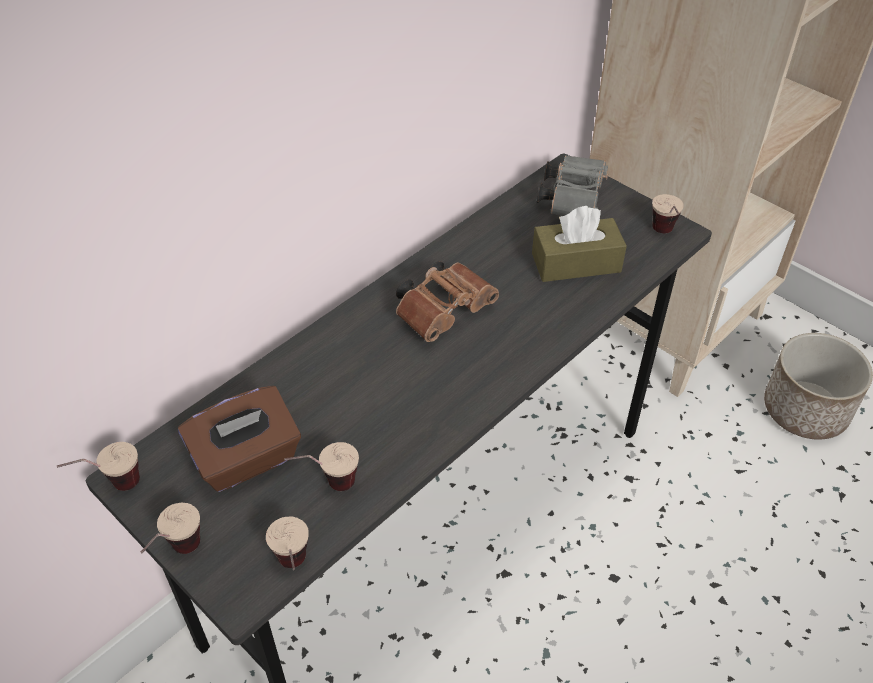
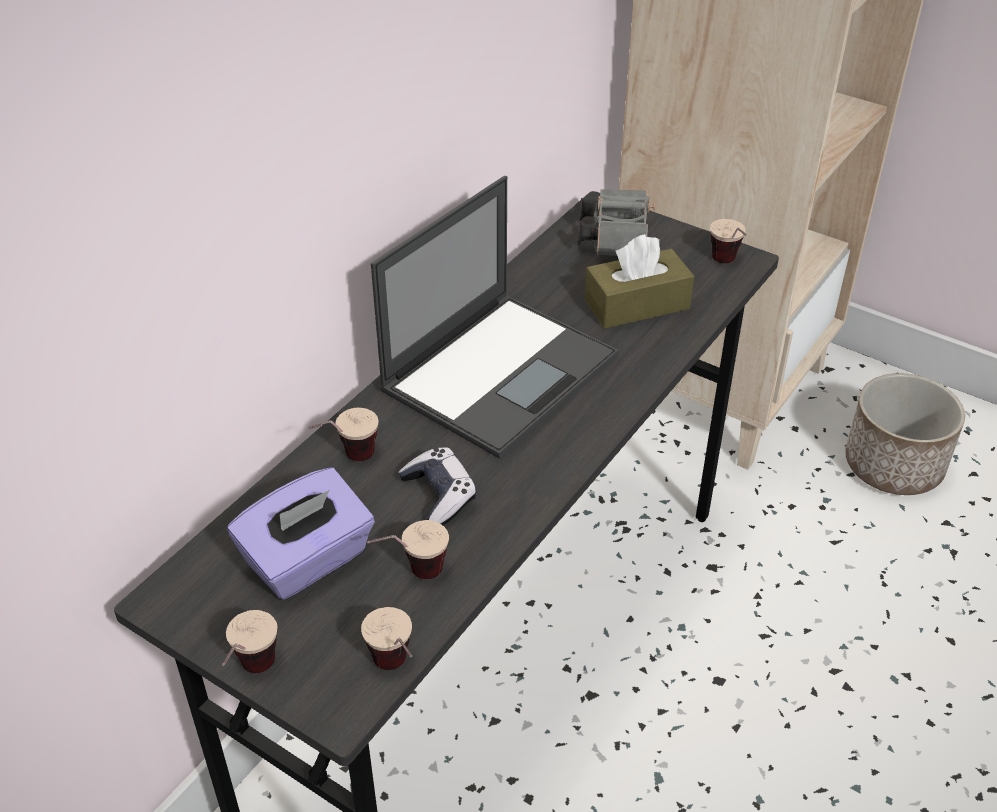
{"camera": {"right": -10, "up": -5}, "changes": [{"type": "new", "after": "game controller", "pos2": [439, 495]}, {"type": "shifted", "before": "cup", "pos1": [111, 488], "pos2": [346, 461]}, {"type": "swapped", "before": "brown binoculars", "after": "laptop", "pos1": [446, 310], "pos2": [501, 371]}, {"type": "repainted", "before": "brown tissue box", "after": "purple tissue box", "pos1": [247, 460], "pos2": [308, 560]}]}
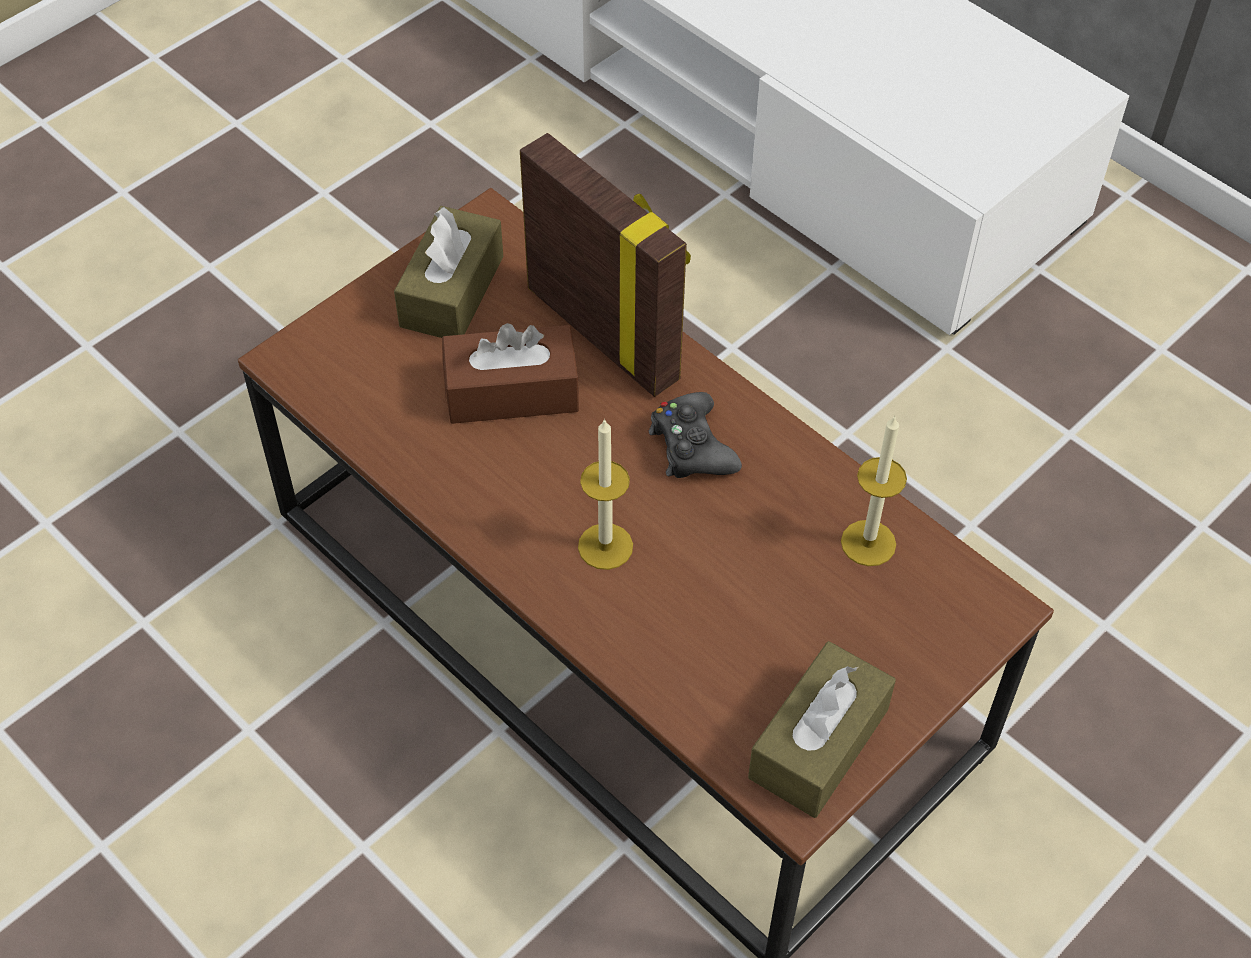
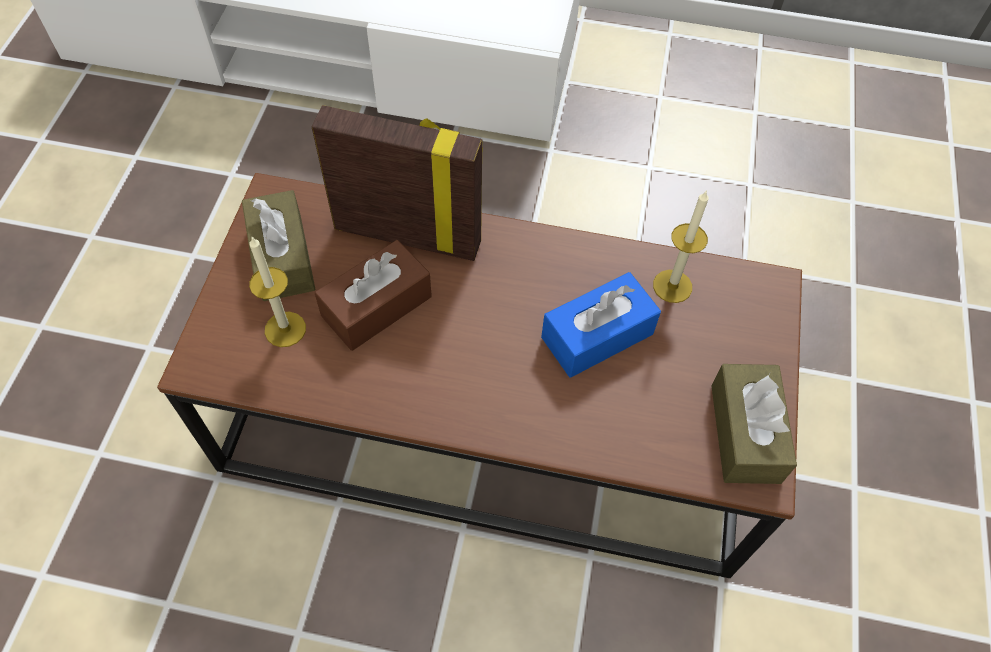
{"camera": {"right": -35, "up": 5}, "changes": [{"type": "gone", "before": "black game controller", "pos1": [692, 446]}, {"type": "new", "after": "blue tissue box", "pos2": [597, 335]}, {"type": "shifted", "before": "candle", "pos1": [605, 546], "pos2": [285, 329]}]}
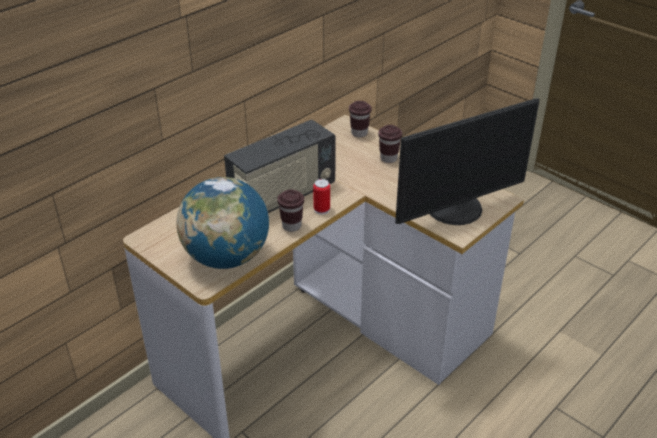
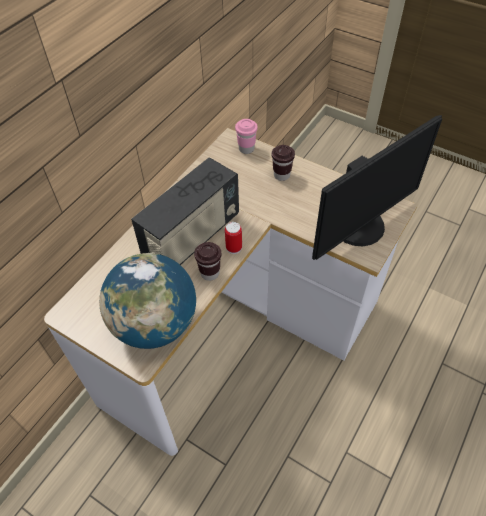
{"camera": {"right": -10, "up": 15}, "changes": [{"type": "repainted", "before": "brown cup", "after": "pink cup", "pos1": [359, 133], "pos2": [246, 149]}]}
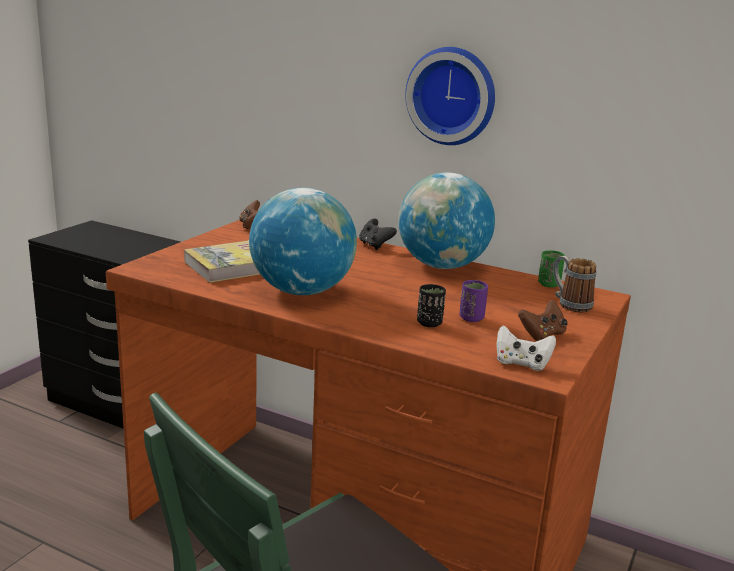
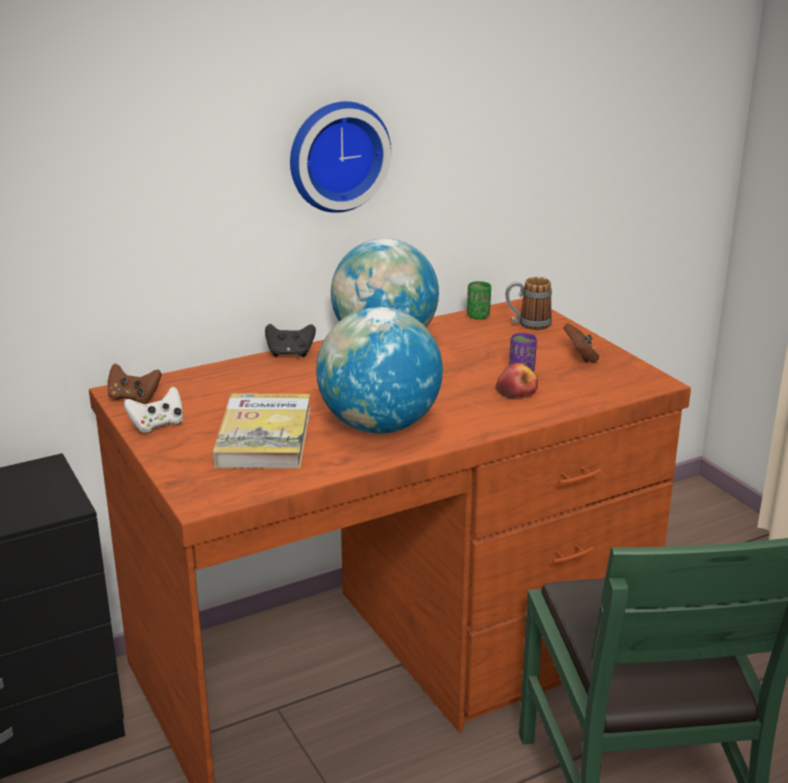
{"camera": {"right": -55, "up": 5}, "changes": [{"type": "shifted", "before": "white game controller", "pos1": [521, 364], "pos2": [157, 425]}, {"type": "swapped", "before": "black cup", "after": "apple", "pos1": [429, 323], "pos2": [516, 392]}]}
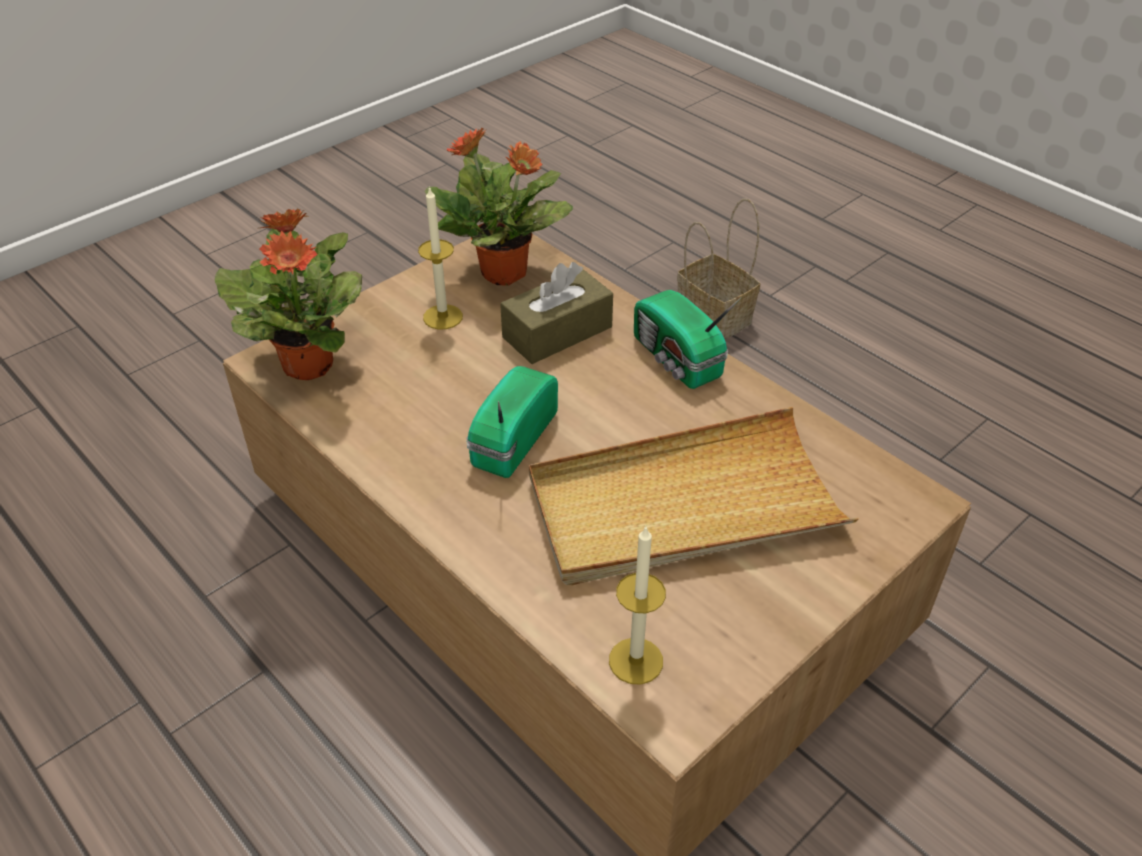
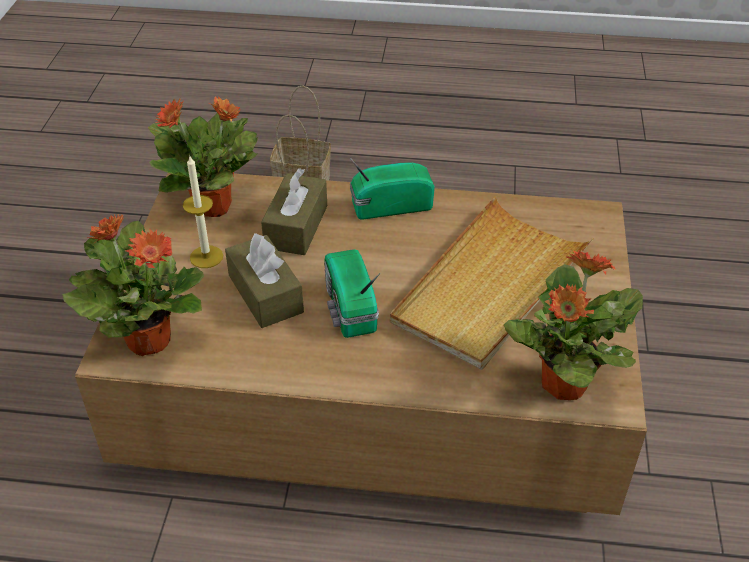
{"camera": {"right": -40, "up": 0}, "changes": [{"type": "new", "after": "brown tissue box", "pos2": [265, 294]}, {"type": "swapped", "before": "candle", "after": "potted plant", "pos1": [636, 661], "pos2": [562, 385]}, {"type": "rotated", "before": "radio", "pos1": [676, 360], "pos2": [389, 205], "turn": 150}]}
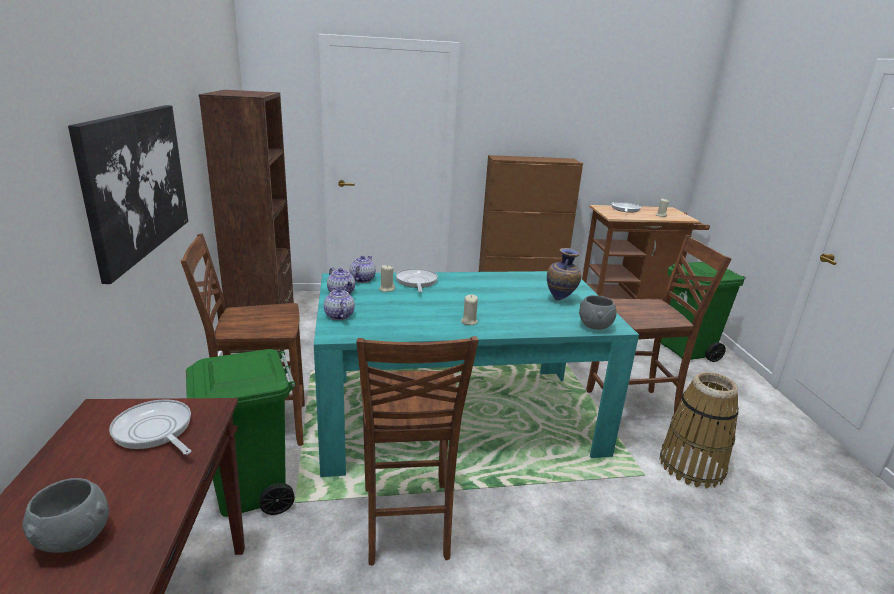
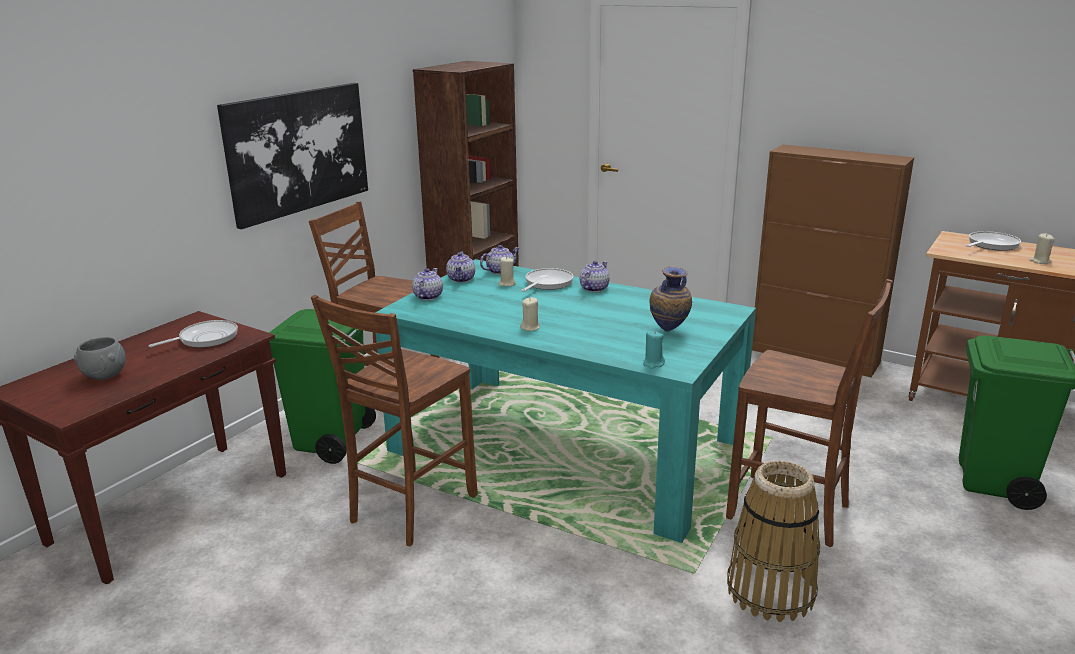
{"camera": {"right": 40, "up": 0}, "changes": [{"type": "new", "after": "teapot", "pos2": [594, 288]}, {"type": "swapped", "before": "grey bowl", "after": "turquoise candle", "pos1": [594, 327], "pos2": [653, 364]}, {"type": "rotated", "before": "frying pan", "pos1": [155, 431], "pos2": [205, 339], "turn": 60}]}
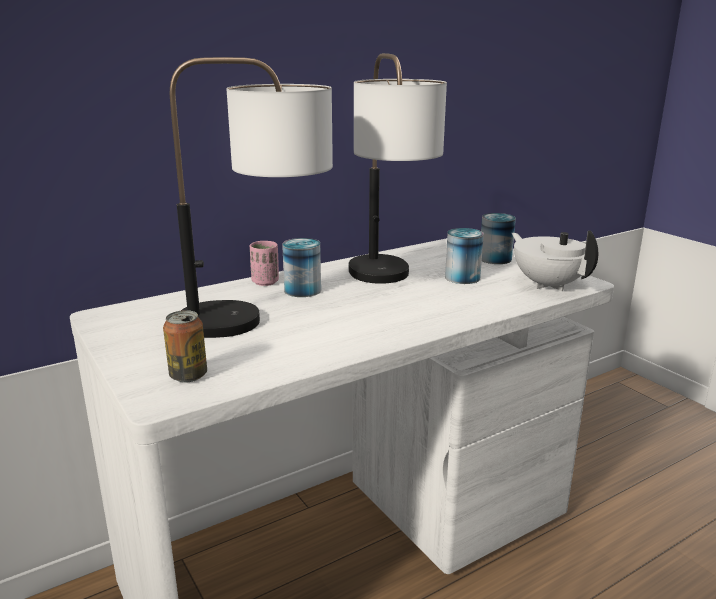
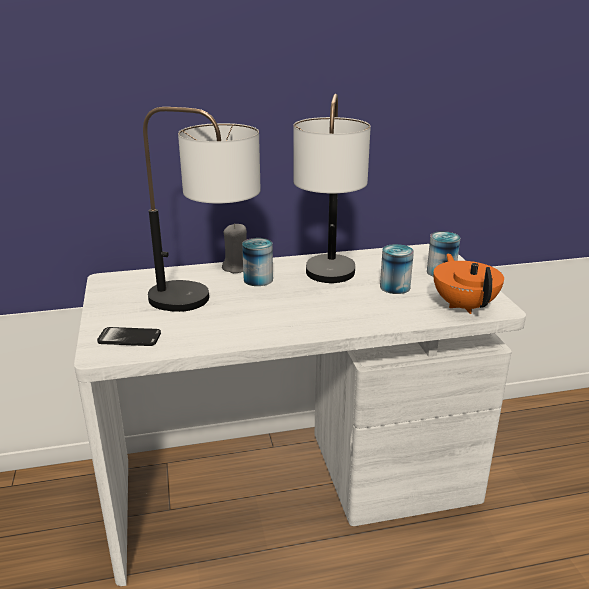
{"camera": {"right": 20, "up": 5}, "changes": [{"type": "swapped", "before": "can", "after": "phone", "pos1": [188, 375], "pos2": [129, 338]}, {"type": "swapped", "before": "pink cup", "after": "grey candle", "pos1": [265, 282], "pos2": [236, 268]}, {"type": "repainted", "before": "white teapot", "after": "orange teapot", "pos1": [548, 285], "pos2": [464, 305]}]}
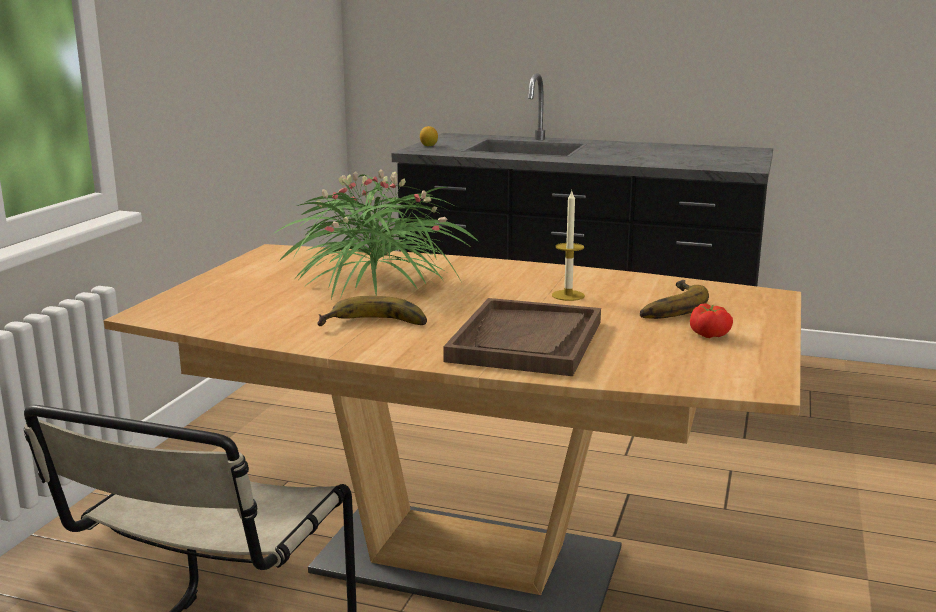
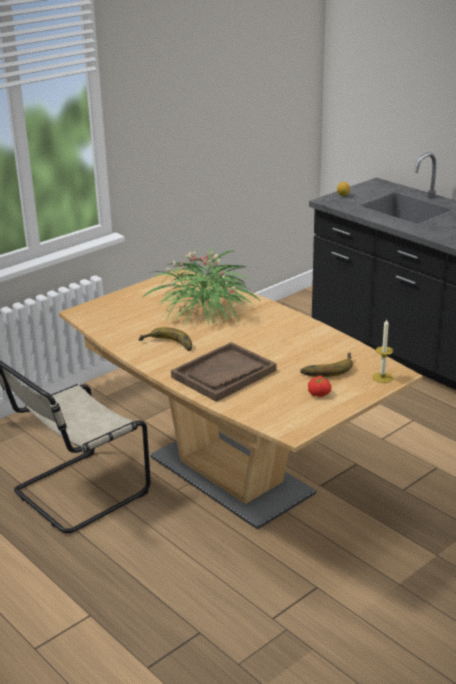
{"camera": {"right": 30, "up": 10}, "changes": [{"type": "shifted", "before": "candle", "pos1": [568, 295], "pos2": [382, 377]}]}
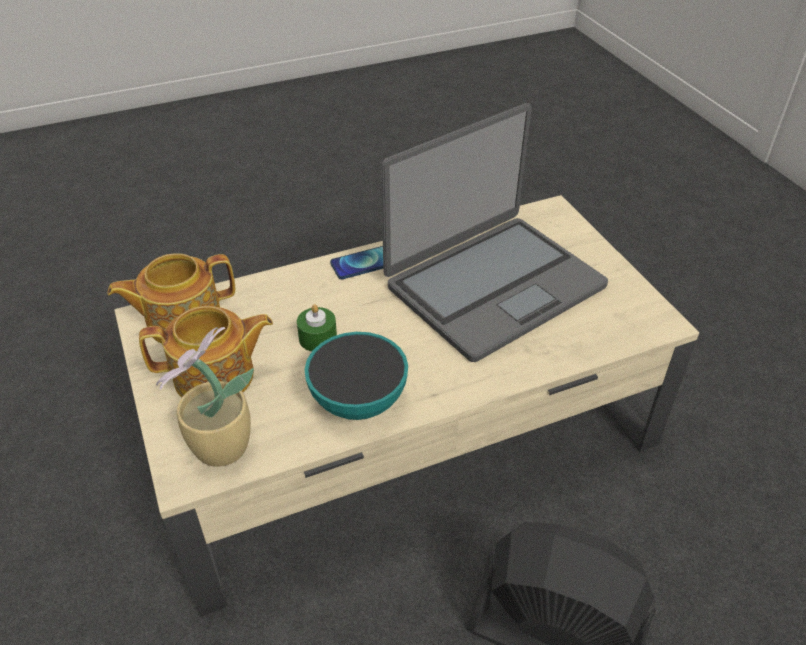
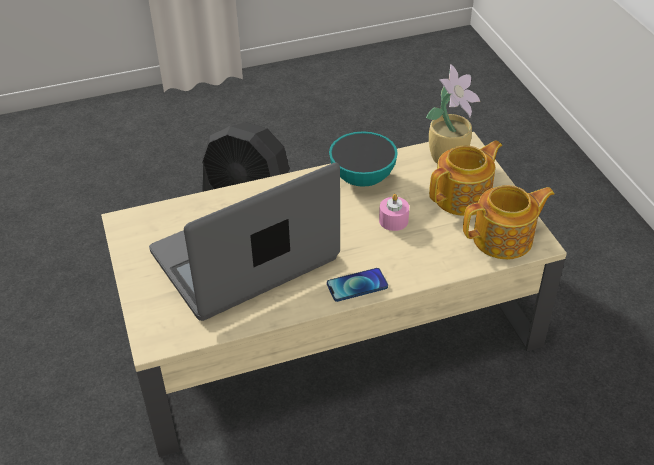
{"camera": {"right": -175, "up": 0}, "changes": [{"type": "repainted", "before": "green candle", "after": "pink candle", "pos1": [318, 338], "pos2": [393, 220]}, {"type": "rotated", "before": "teapot", "pos1": [216, 376], "pos2": [463, 197], "turn": 150}]}
